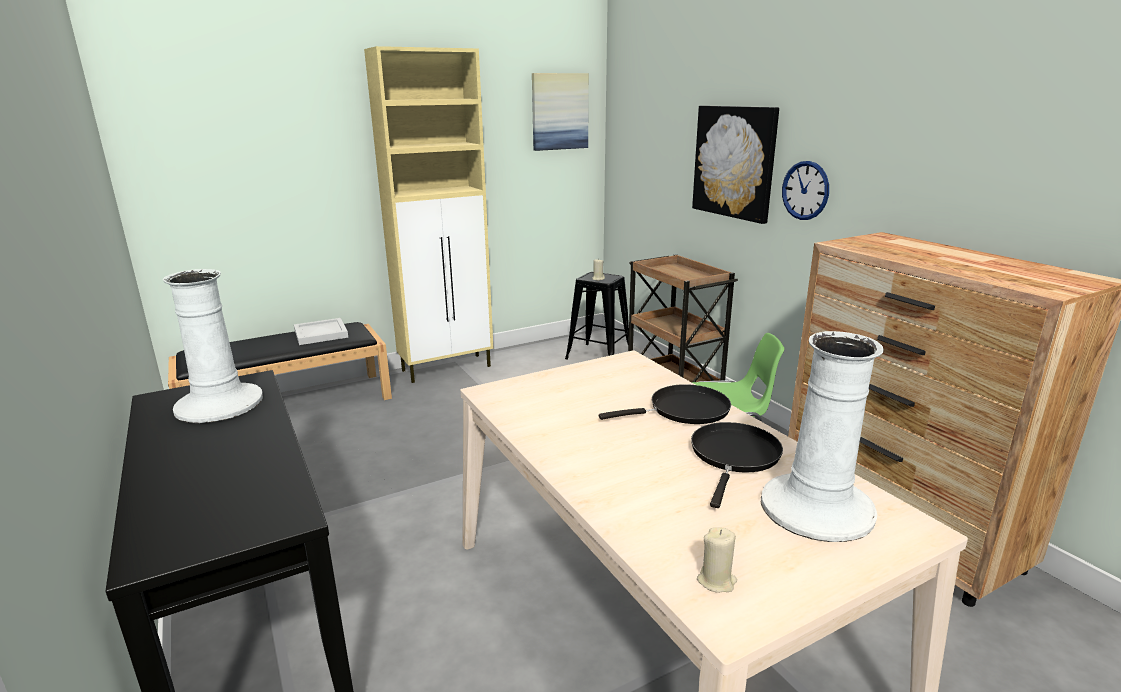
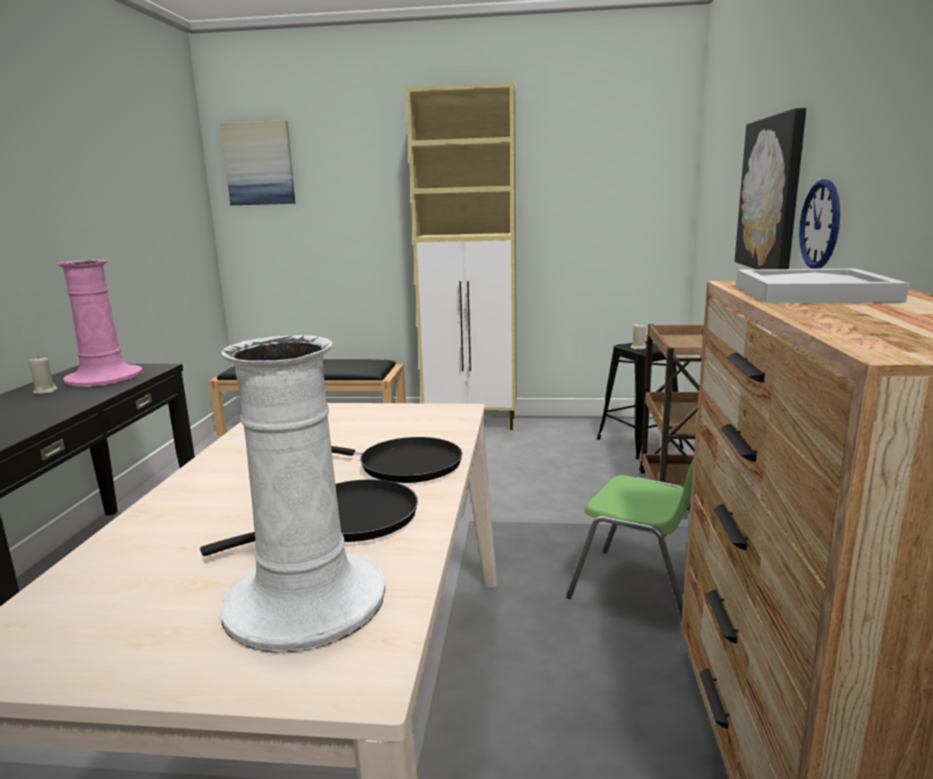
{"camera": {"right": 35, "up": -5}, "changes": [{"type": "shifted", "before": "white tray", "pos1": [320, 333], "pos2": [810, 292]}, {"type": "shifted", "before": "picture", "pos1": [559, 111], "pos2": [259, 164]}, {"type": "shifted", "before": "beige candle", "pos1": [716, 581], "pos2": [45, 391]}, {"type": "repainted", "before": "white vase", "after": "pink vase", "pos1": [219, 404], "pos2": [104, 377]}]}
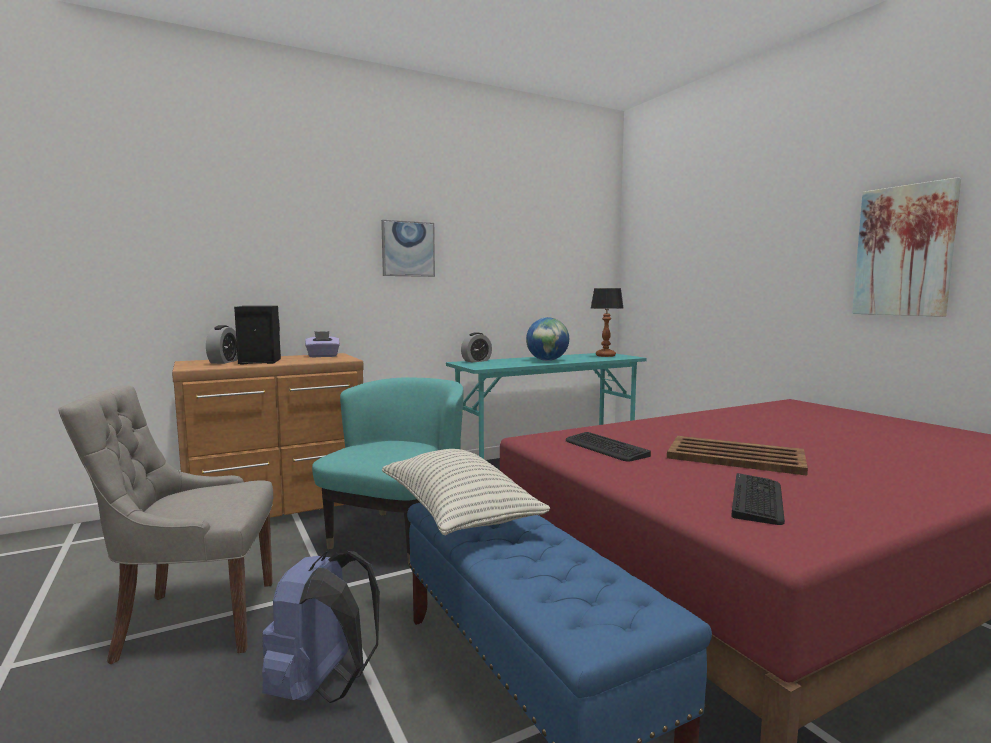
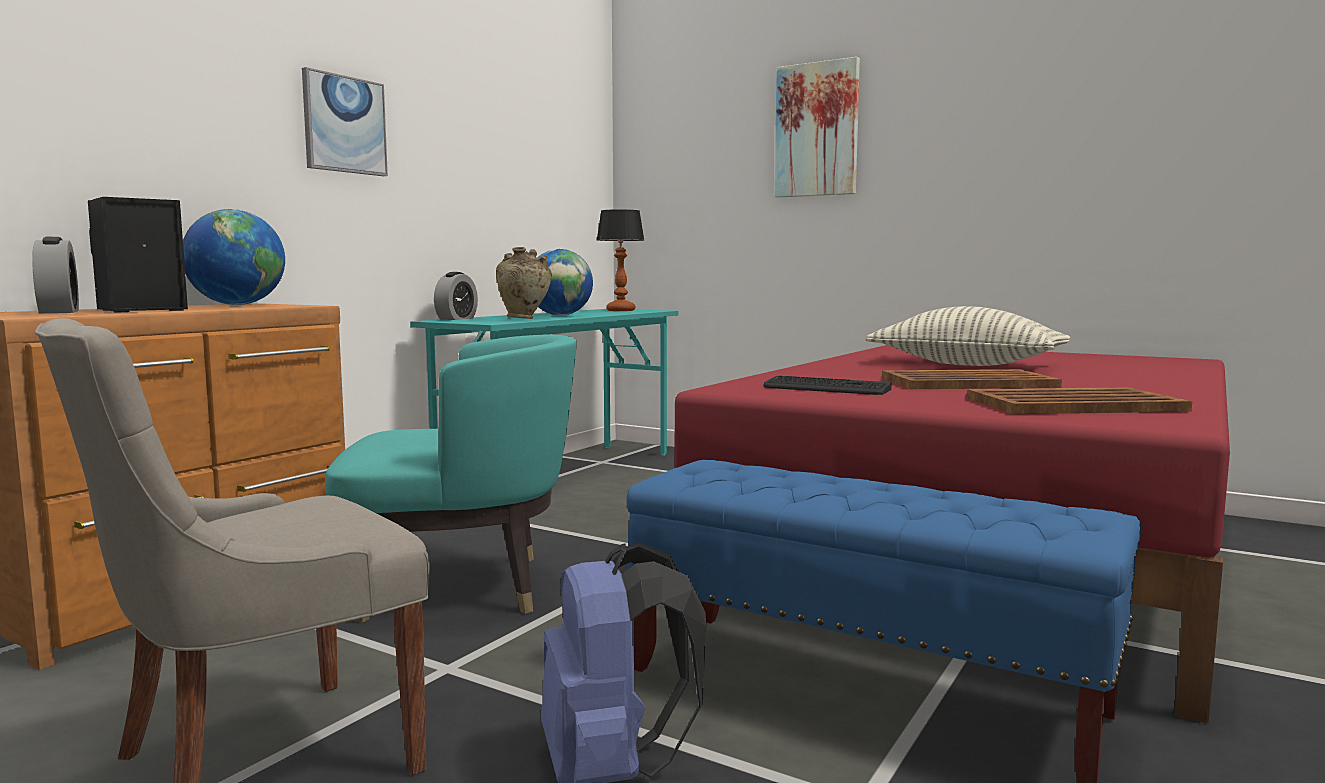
{"camera": {"right": -30, "up": 0}, "changes": [{"type": "new", "after": "beige vase", "pos2": [524, 319]}, {"type": "shifted", "before": "pillow", "pos1": [457, 514], "pos2": [966, 364]}, {"type": "shifted", "before": "picture", "pos1": [904, 251], "pos2": [817, 130]}, {"type": "swapped", "before": "purple tissue box", "after": "globe", "pos1": [323, 356], "pos2": [237, 305]}, {"type": "swapped", "before": "keyboard", "after": "brown tray", "pos1": [757, 500], "pos2": [1071, 404]}, {"type": "rotated", "before": "turquoise armchair", "pos1": [398, 535], "pos2": [459, 587], "turn": 90}]}
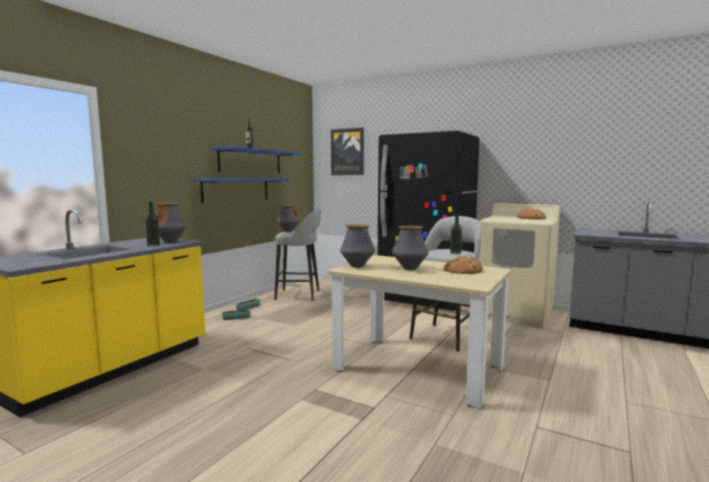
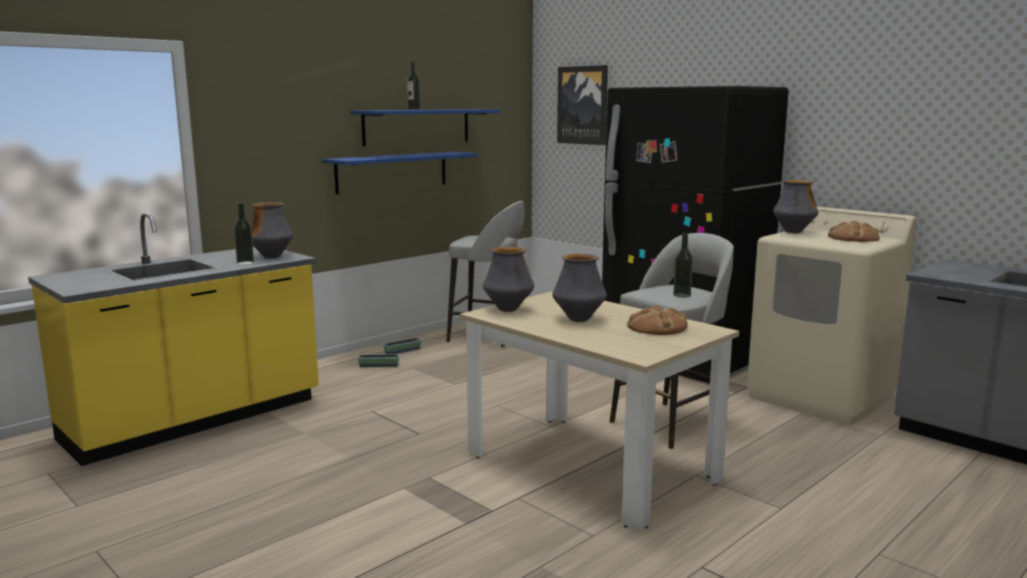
{"camera": {"right": 15, "up": 5}, "changes": [{"type": "shifted", "before": "vase", "pos1": [288, 231], "pos2": [793, 232]}]}
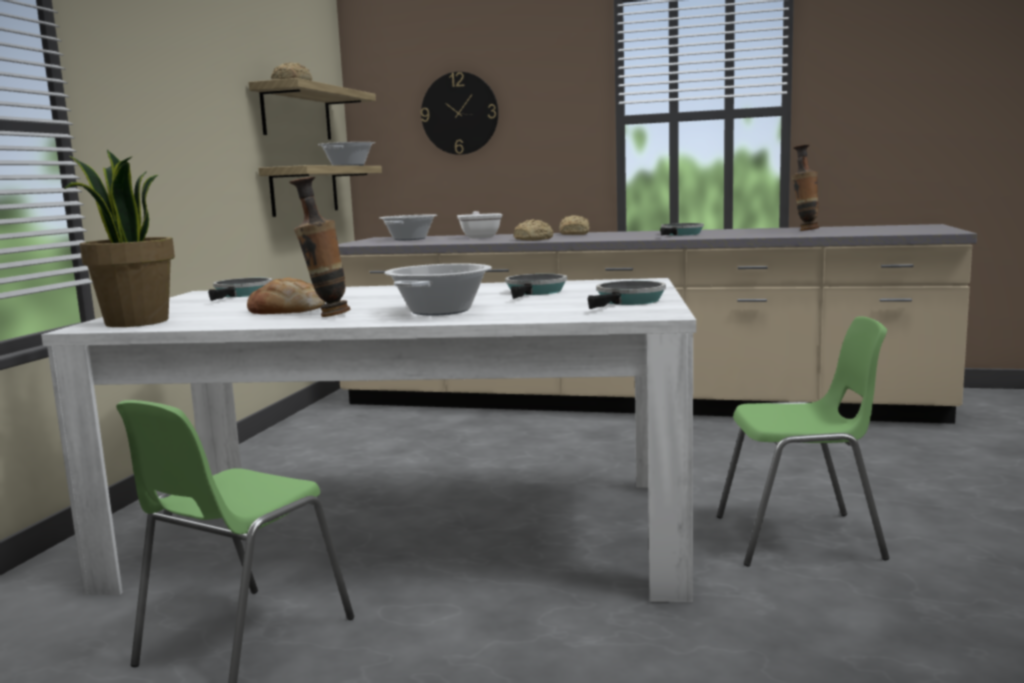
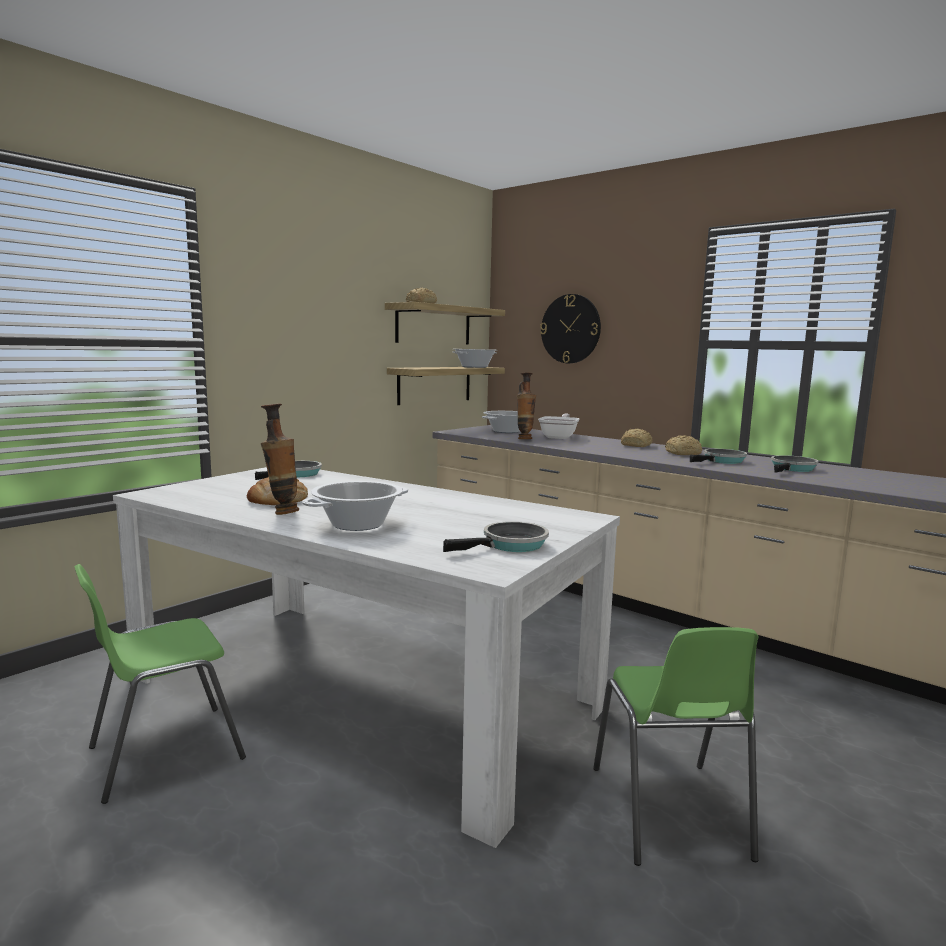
{"camera": {"right": 25, "up": 0}, "changes": [{"type": "gone", "before": "potted plant", "pos1": [135, 322]}, {"type": "shifted", "before": "frying pan", "pos1": [535, 292], "pos2": [792, 469]}, {"type": "shifted", "before": "bread", "pos1": [534, 239], "pos2": [684, 453]}, {"type": "shifted", "before": "vase", "pos1": [805, 230], "pos2": [524, 439]}, {"type": "rotated", "before": "green chair", "pos1": [800, 538], "pos2": [669, 812], "turn": 60}]}
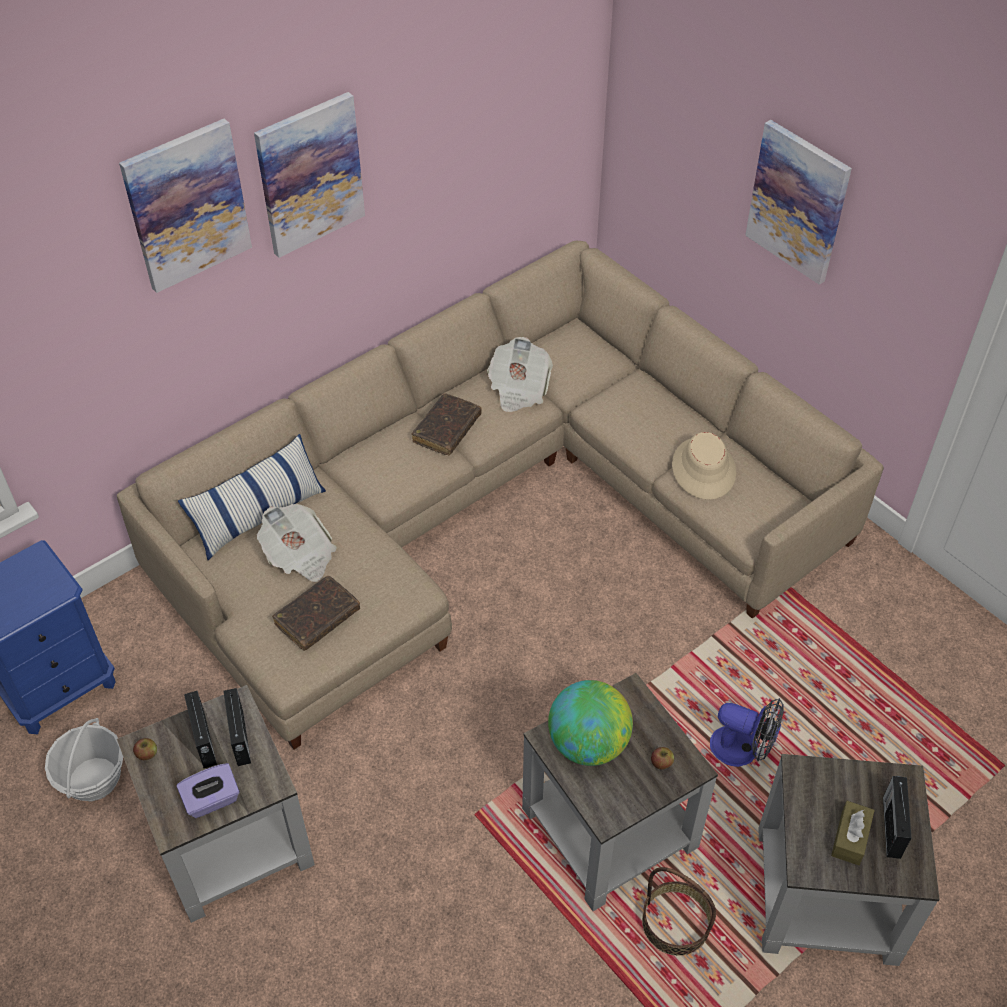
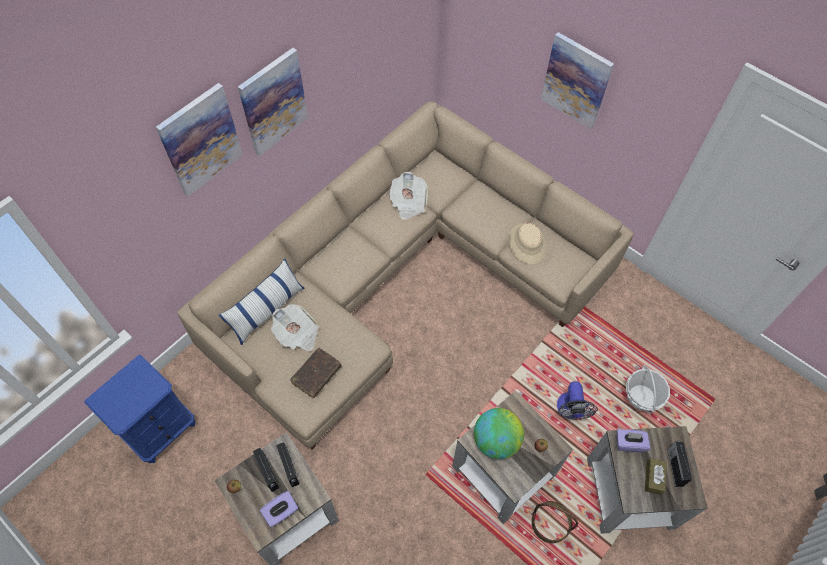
{"camera": {"right": -10, "up": 10}, "changes": [{"type": "gone", "before": "brown book", "pos1": [447, 430]}, {"type": "new", "after": "purple tissue box", "pos2": [629, 443]}, {"type": "shifted", "before": "basket", "pos1": [93, 779], "pos2": [641, 397]}, {"type": "rotated", "before": "fan", "pos1": [742, 750], "pos2": [570, 411], "turn": 75}]}
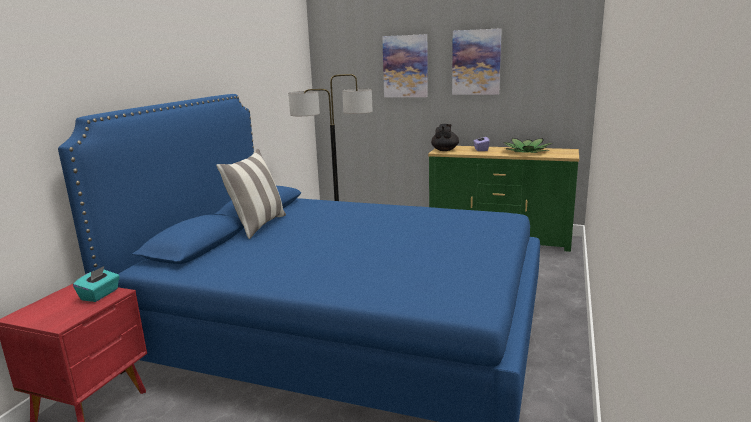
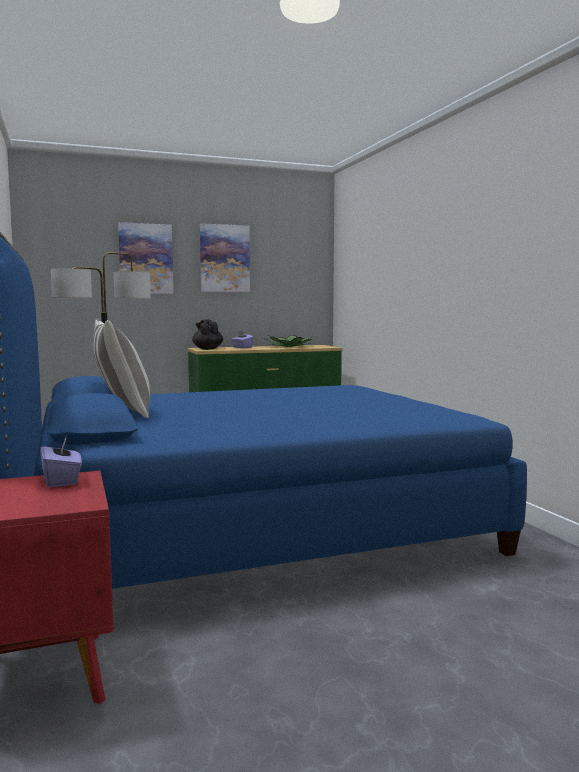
{"camera": {"right": -40, "up": -10}, "changes": [{"type": "repainted", "before": "turquoise tissue box", "after": "purple tissue box", "pos1": [100, 295], "pos2": [62, 480]}]}
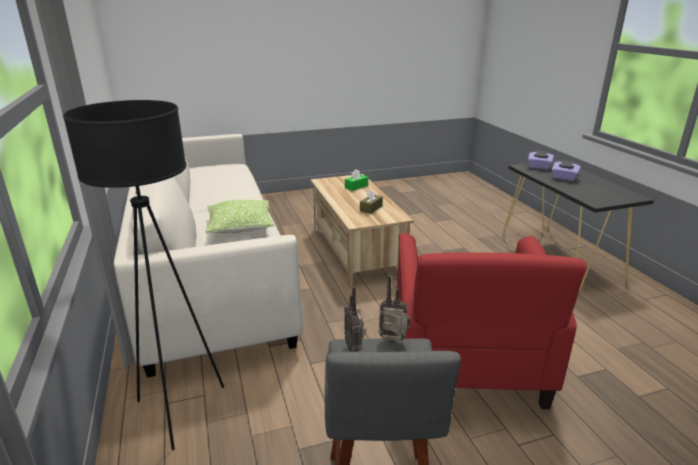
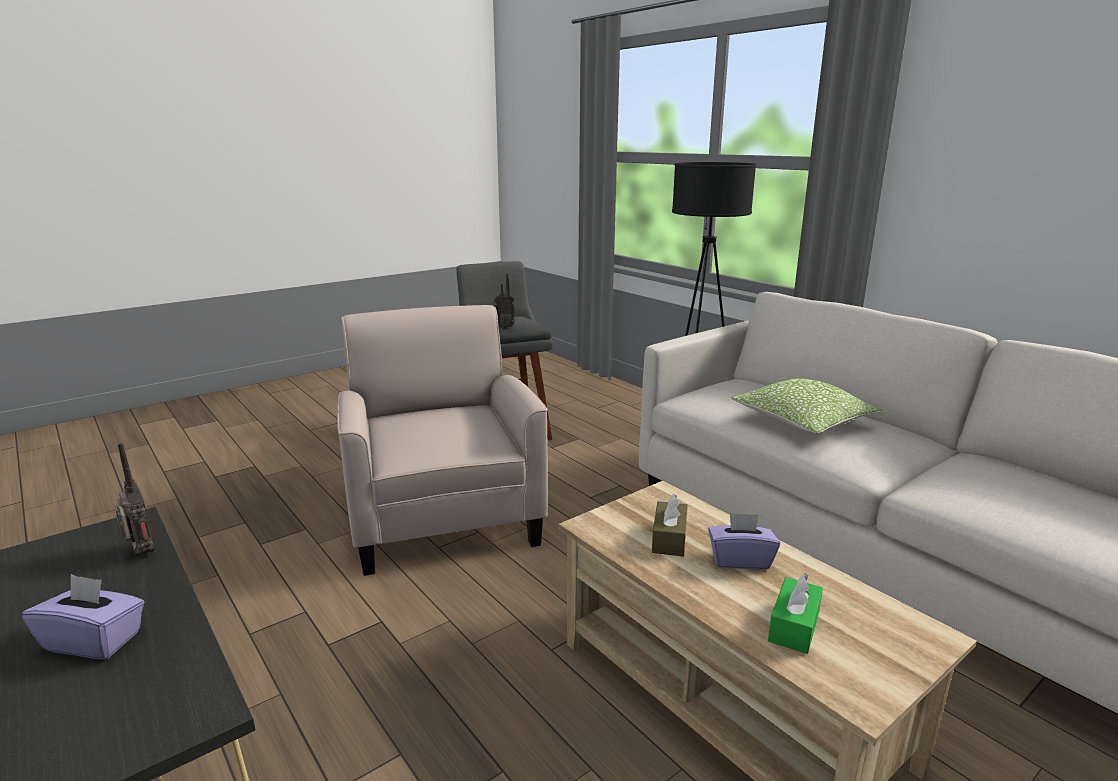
{"camera": {"right": 160, "up": -5}, "changes": [{"type": "shifted", "before": "radio", "pos1": [354, 348], "pos2": [141, 554]}, {"type": "shifted", "before": "purple tissue box", "pos1": [539, 167], "pos2": [740, 560]}, {"type": "repainted", "before": "red armchair", "after": "beige armchair", "pos1": [466, 364], "pos2": [443, 516]}]}
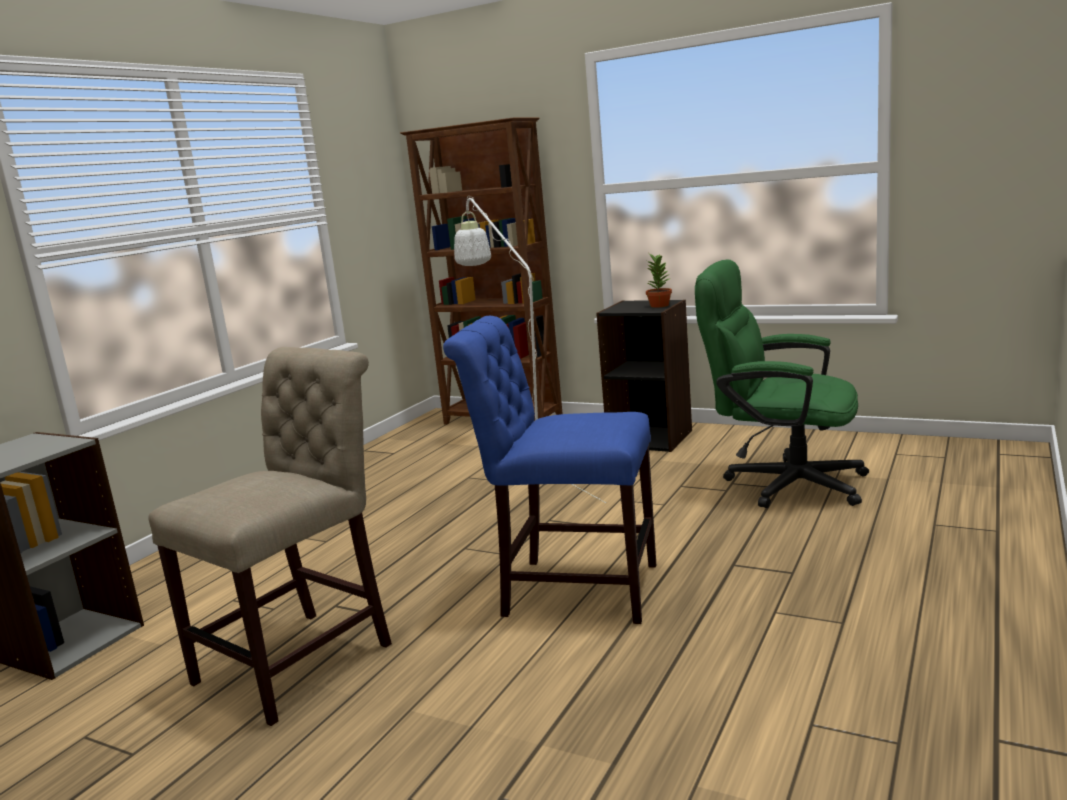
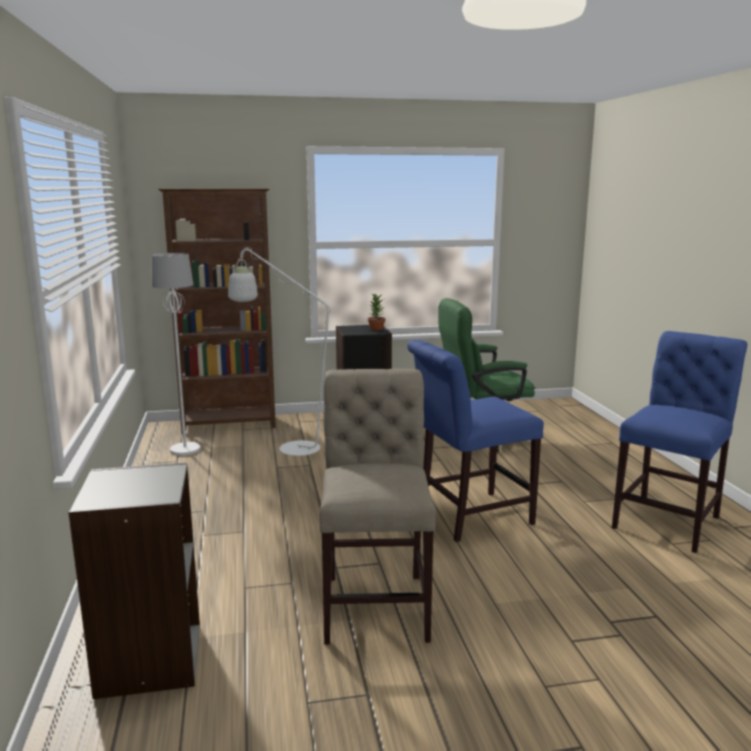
{"camera": {"right": -40, "up": 0}, "changes": [{"type": "new", "after": "white floor lamp", "pos2": [185, 450]}, {"type": "new", "after": "blue chair", "pos2": [669, 520]}]}
